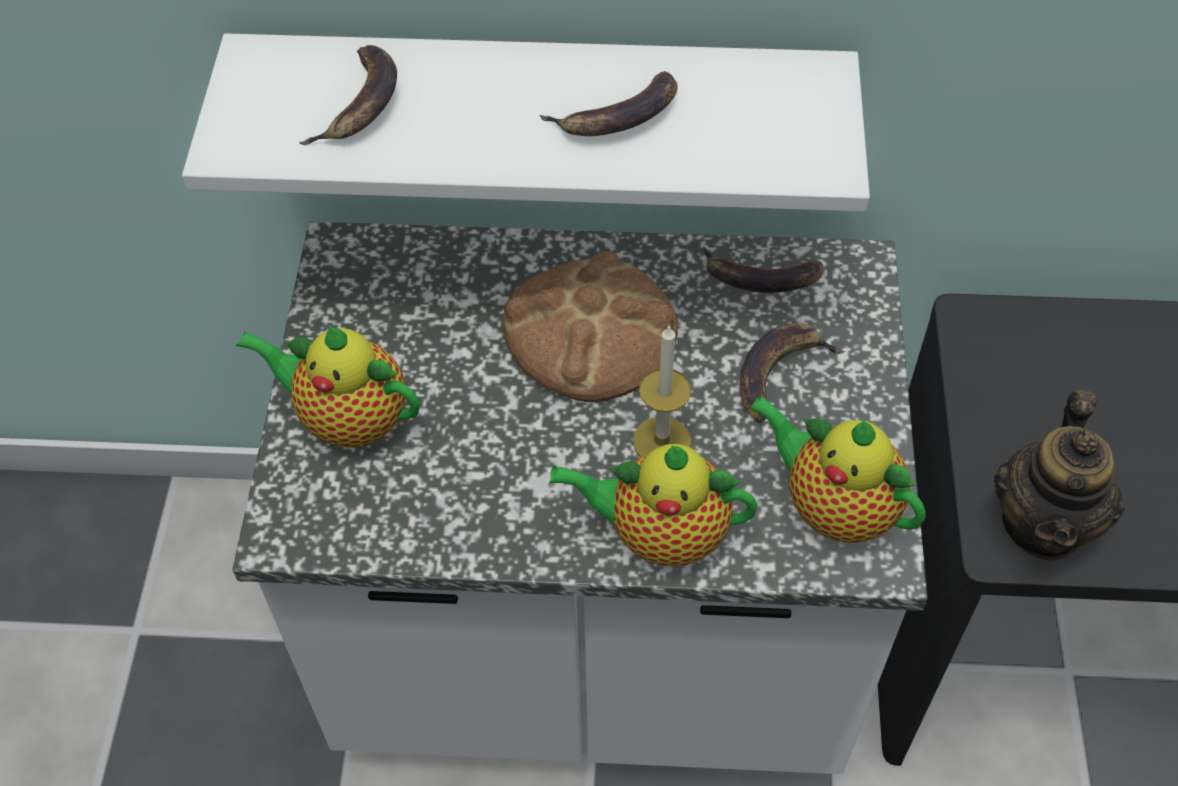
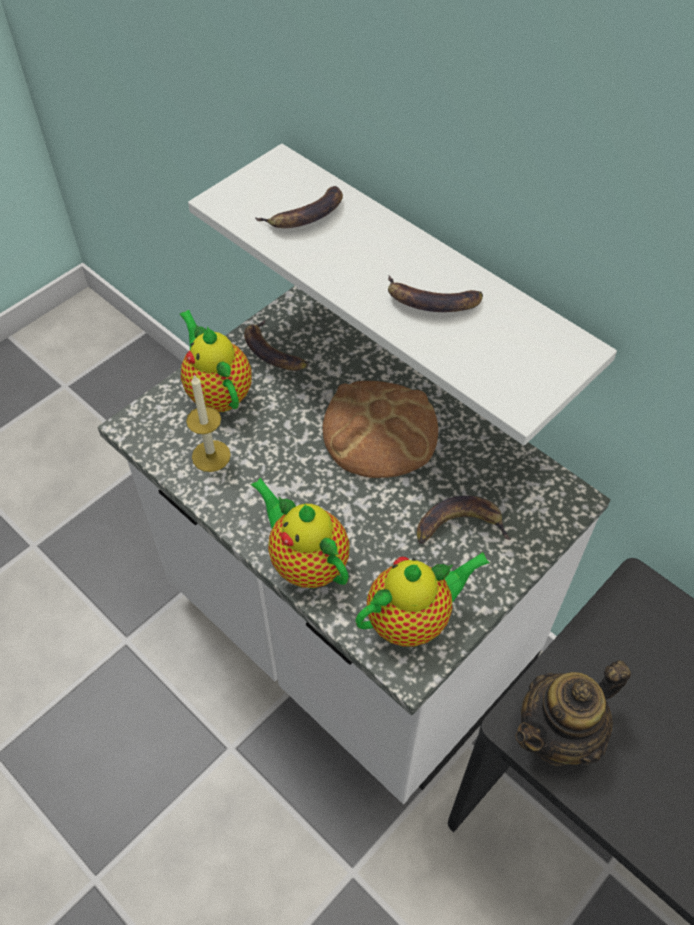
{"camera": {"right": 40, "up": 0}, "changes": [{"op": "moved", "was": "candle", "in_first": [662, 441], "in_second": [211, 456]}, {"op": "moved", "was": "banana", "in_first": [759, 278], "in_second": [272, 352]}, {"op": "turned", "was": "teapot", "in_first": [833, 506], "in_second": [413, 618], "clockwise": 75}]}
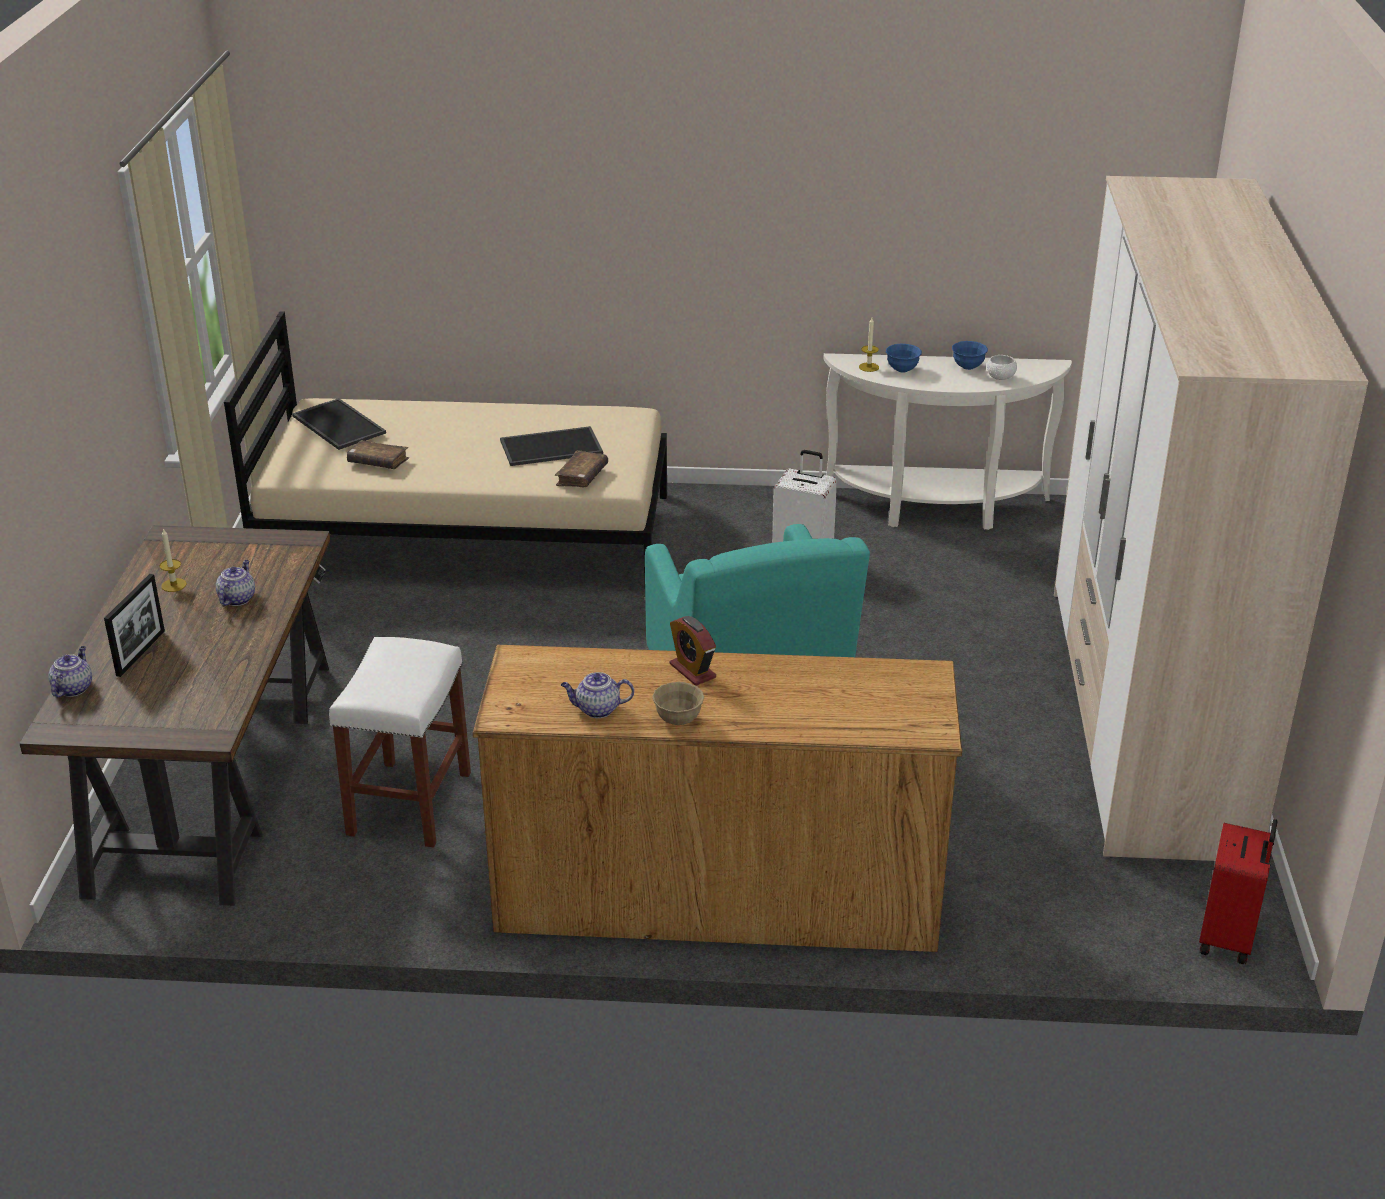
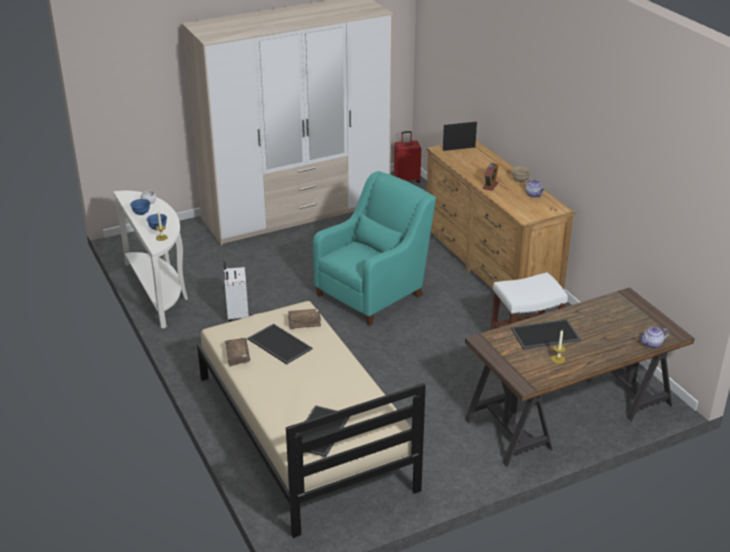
{"camera": {"right": -120, "up": 0}, "changes": [{"op": "moved", "was": "picture frame", "in_first": [140, 653], "in_second": [459, 148]}, {"op": "moved", "was": "brown book", "in_first": [378, 462], "in_second": [237, 355]}, {"op": "replaced", "was": "teapot", "now": "tray", "in_first": [237, 598], "in_second": [545, 335]}]}
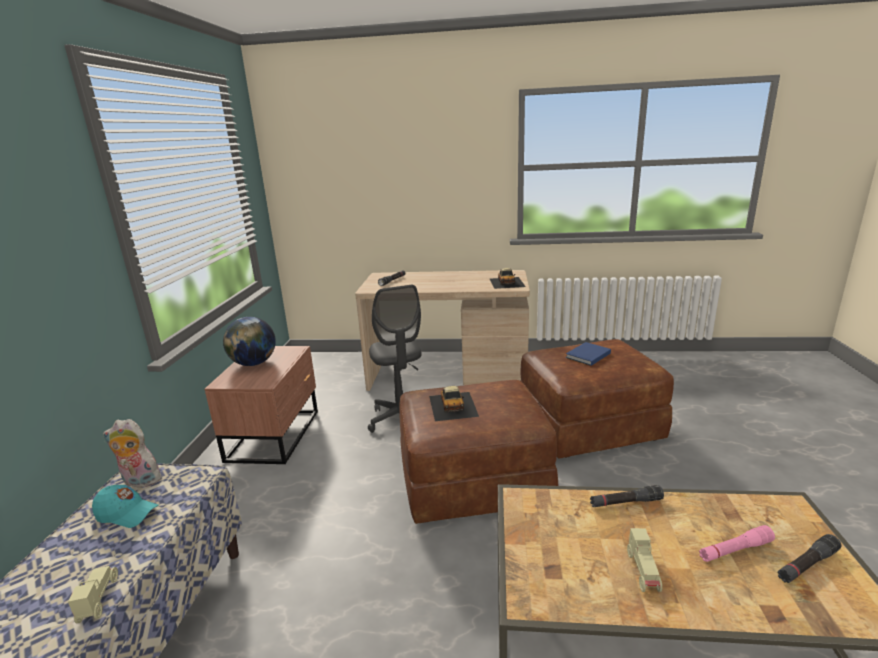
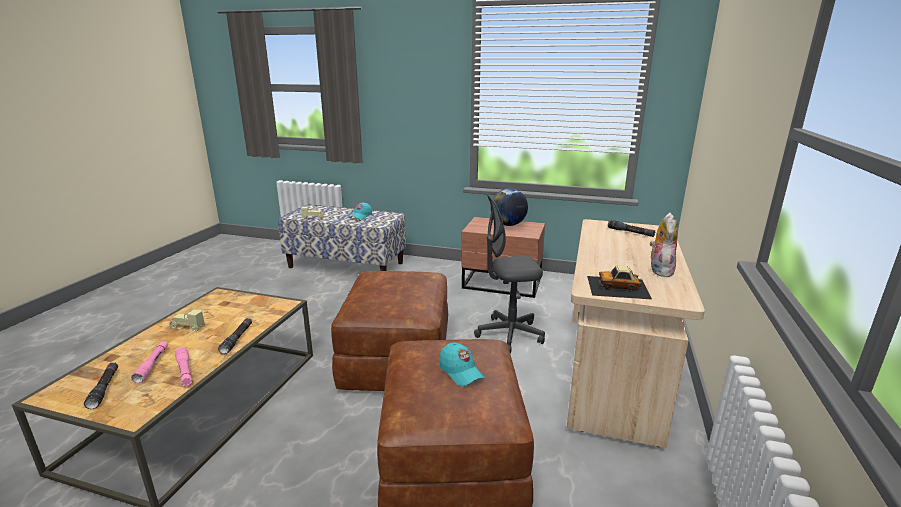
{"camera": {"right": 100, "up": 0}, "changes": [{"op": "removed", "was": "toy car", "in_first": [453, 405]}, {"op": "added", "now": "pink flashlight", "in_second": [185, 371]}, {"op": "moved", "was": "plush toy", "in_first": [139, 482], "in_second": [659, 270]}, {"op": "replaced", "was": "blue book", "now": "turquoise cap", "in_first": [587, 355], "in_second": [461, 372]}]}
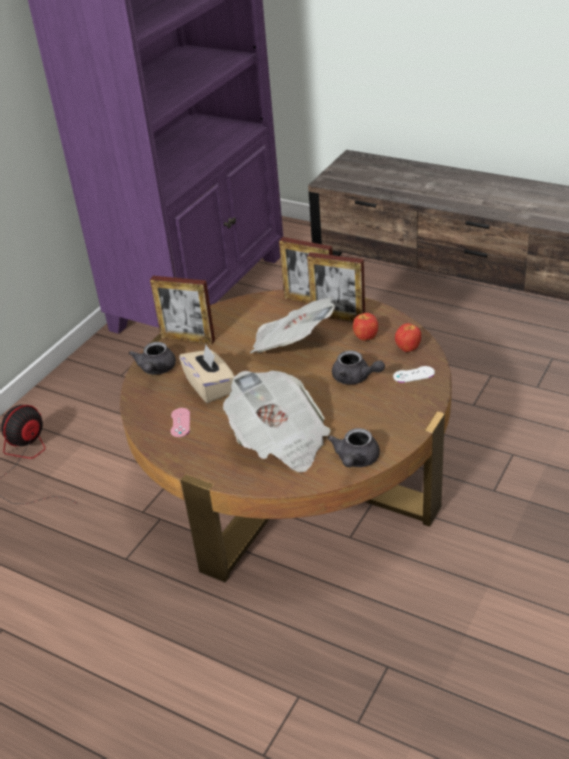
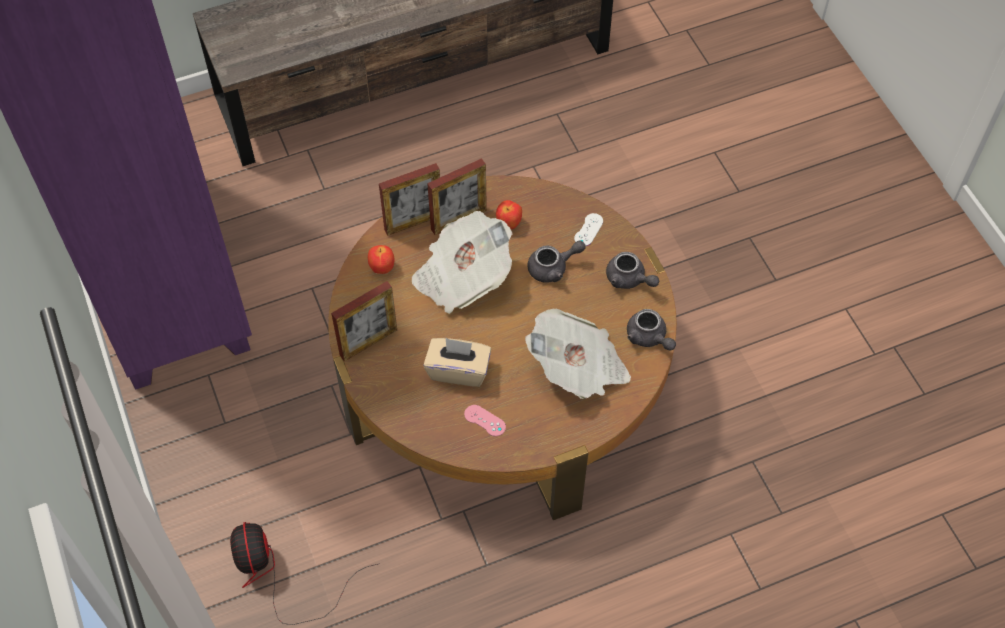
{"camera": {"right": -55, "up": 20}, "changes": [{"op": "moved", "was": "grey teapot", "in_first": [156, 370], "in_second": [629, 279]}, {"op": "moved", "was": "apple", "in_first": [407, 349], "in_second": [381, 268]}]}
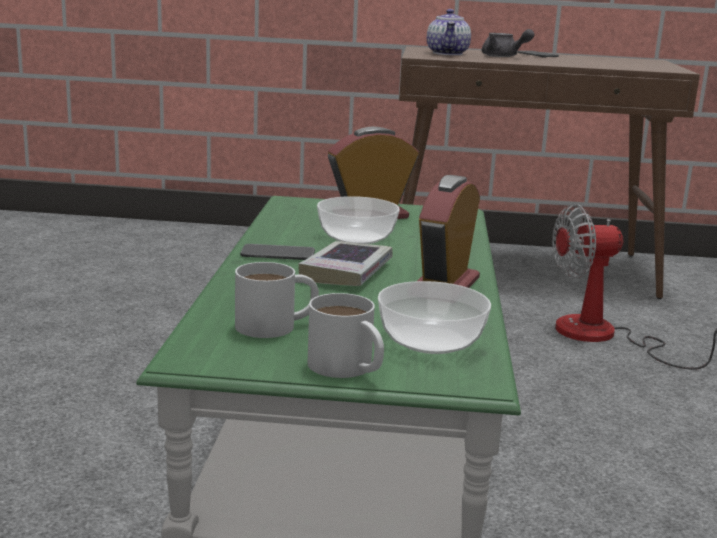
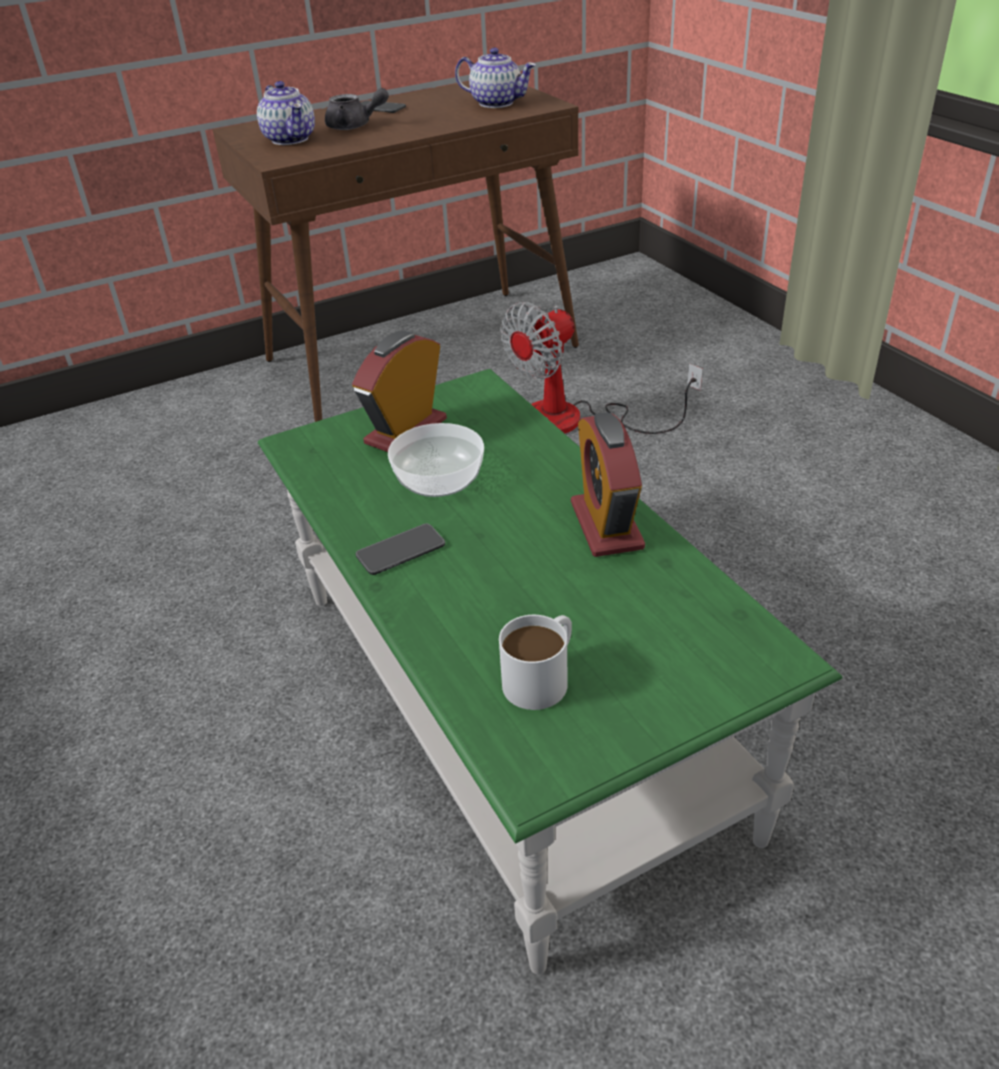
{"camera": {"right": -30, "up": 20}, "changes": [{"op": "removed", "was": "book", "in_first": [347, 272]}, {"op": "removed", "was": "white mug", "in_first": [348, 369]}, {"op": "removed", "was": "bowl", "in_first": [429, 341]}, {"op": "added", "now": "teapot", "in_second": [497, 103]}]}
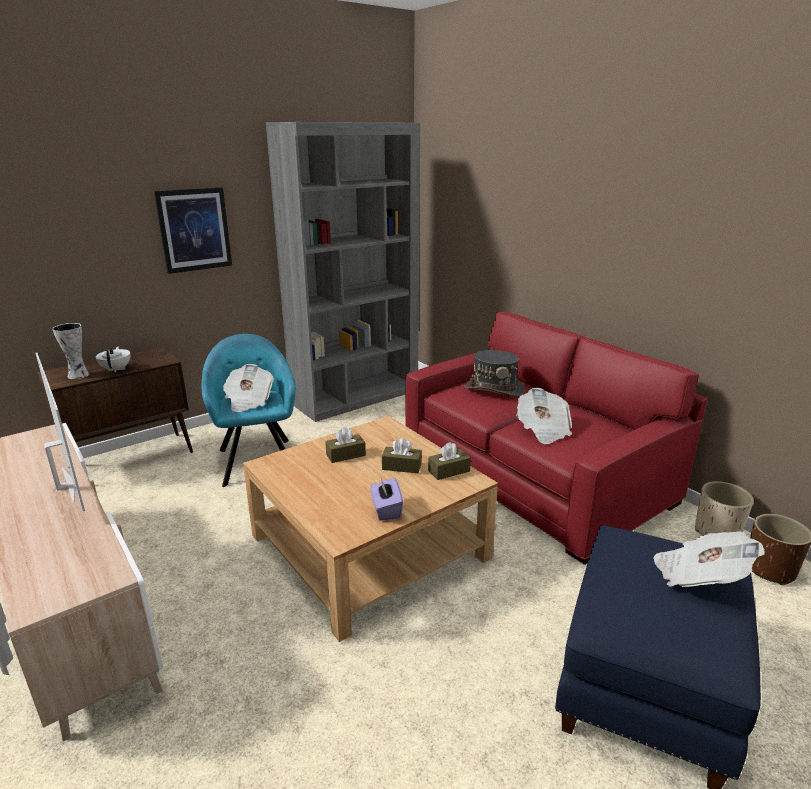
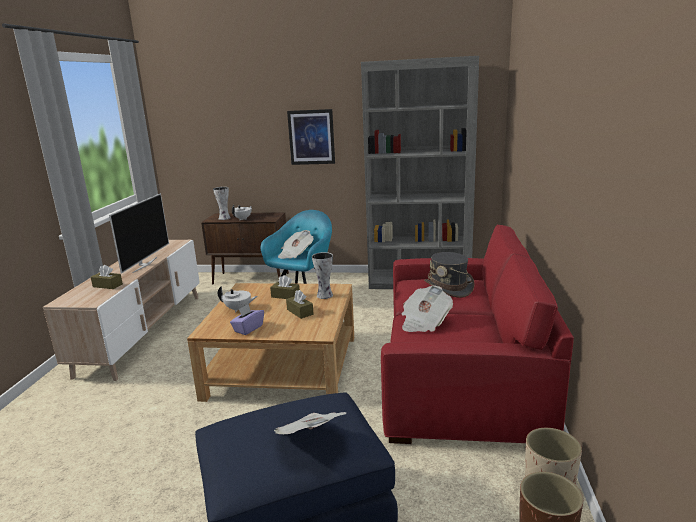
{"camera": {"right": 45, "up": -5}, "changes": [{"op": "added", "now": "white teapot", "in_second": [238, 309]}, {"op": "added", "now": "vase", "in_second": [325, 296]}, {"op": "moved", "was": "brown tissue box", "in_first": [449, 471], "in_second": [107, 285]}]}
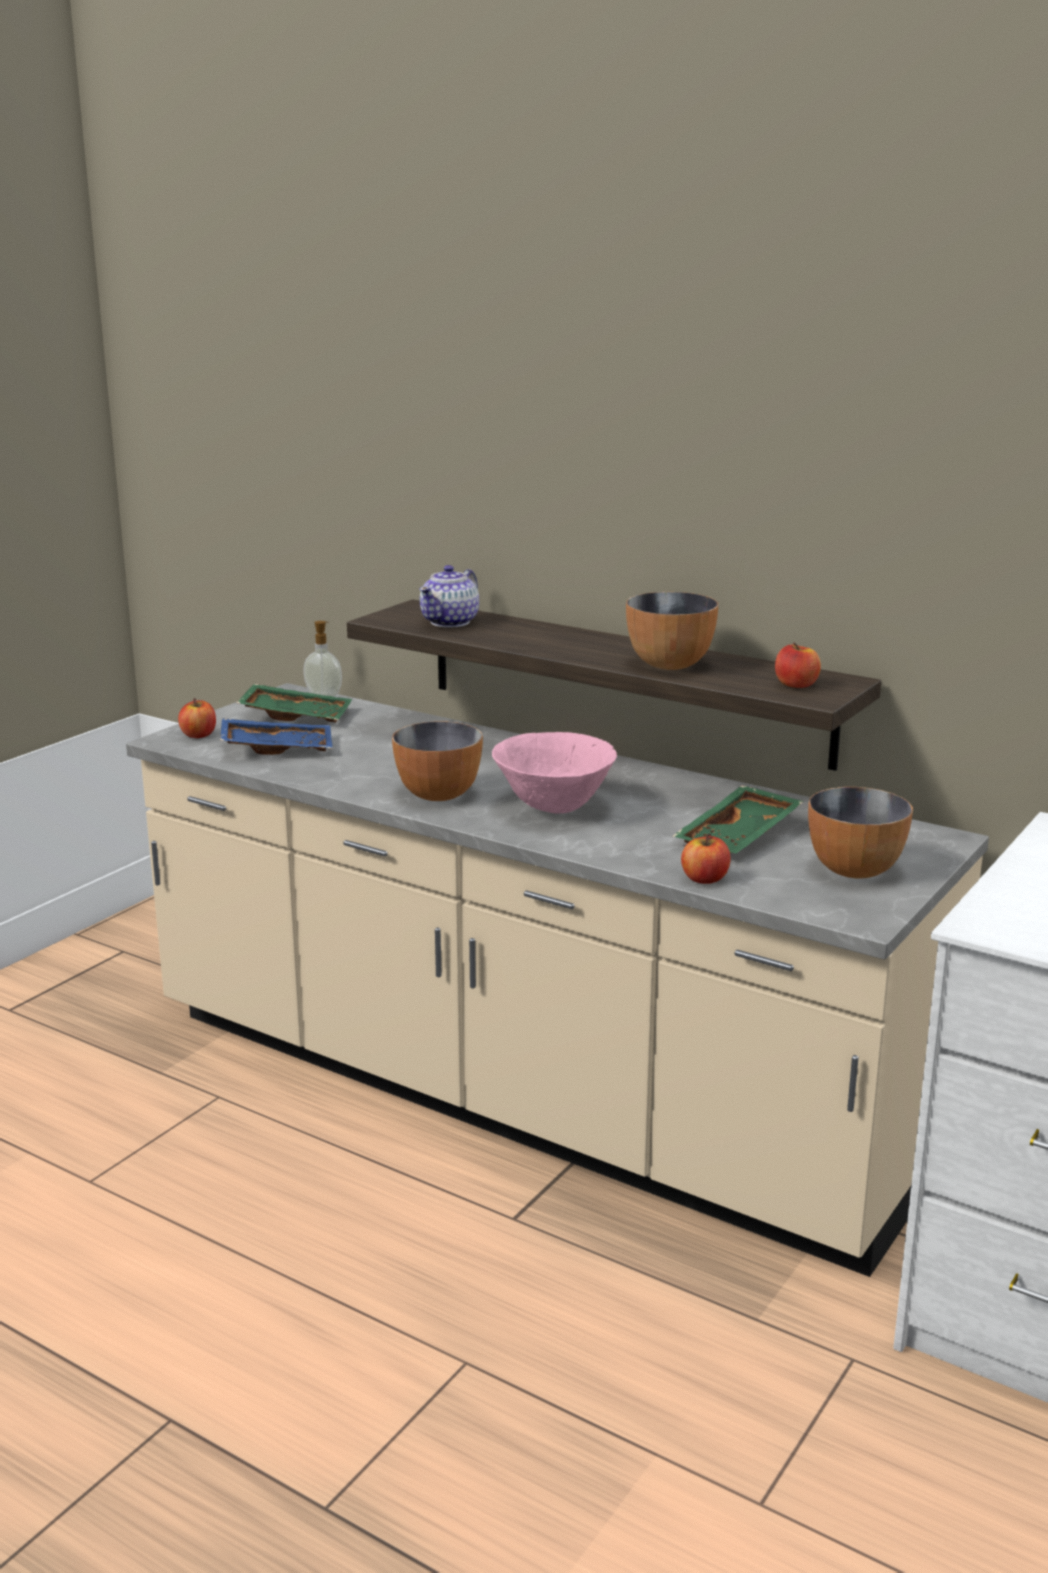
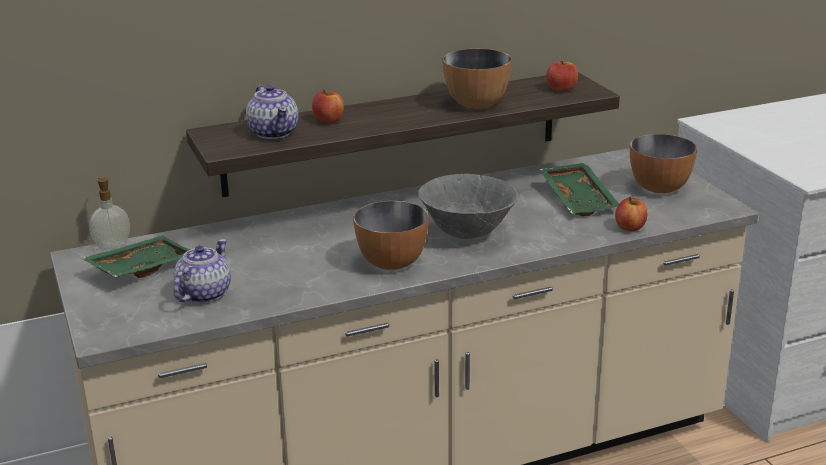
{"camera": {"right": -55, "up": 5}, "changes": [{"op": "moved", "was": "apple", "in_first": [198, 735], "in_second": [328, 120]}, {"op": "replaced", "was": "blue tray", "now": "teapot", "in_first": [277, 748], "in_second": [203, 294]}, {"op": "recoloured", "was": "pink bowl", "now": "grey bowl", "in_first": [554, 808], "in_second": [466, 234]}]}
